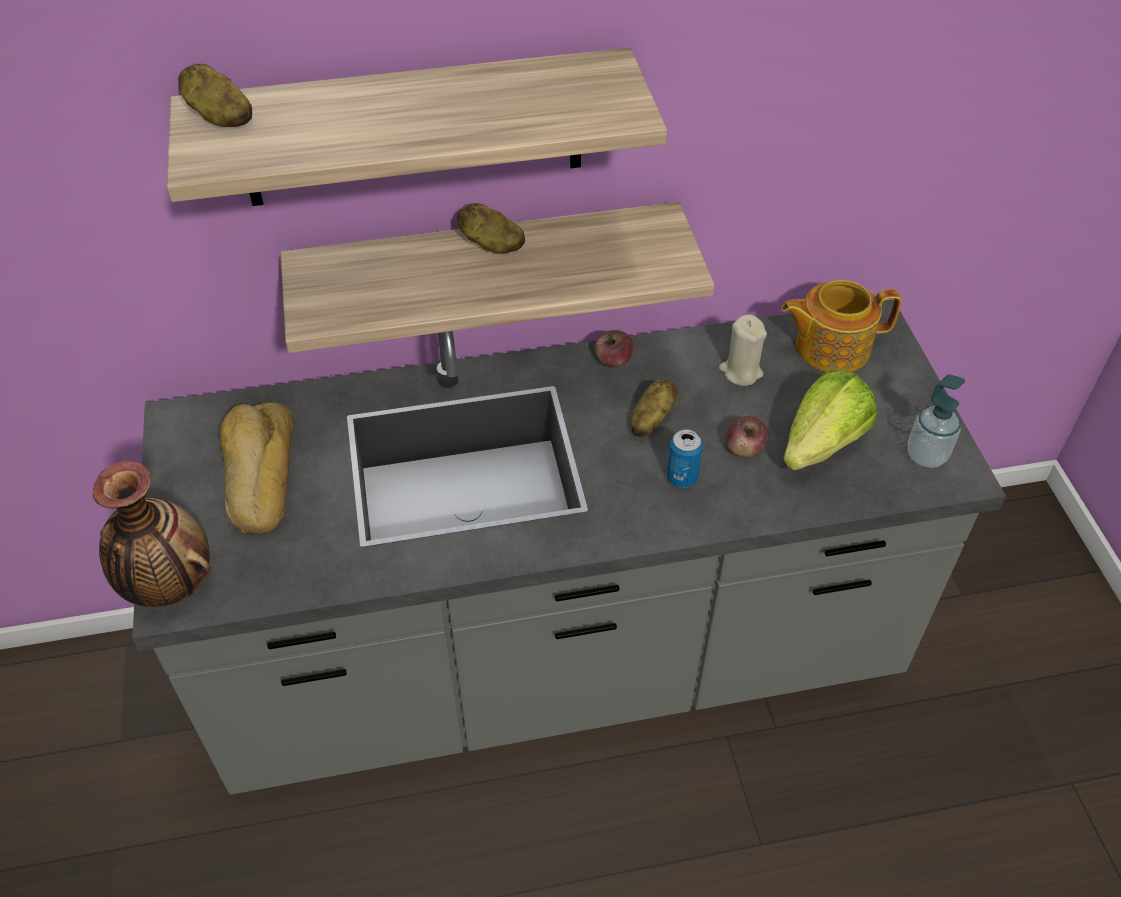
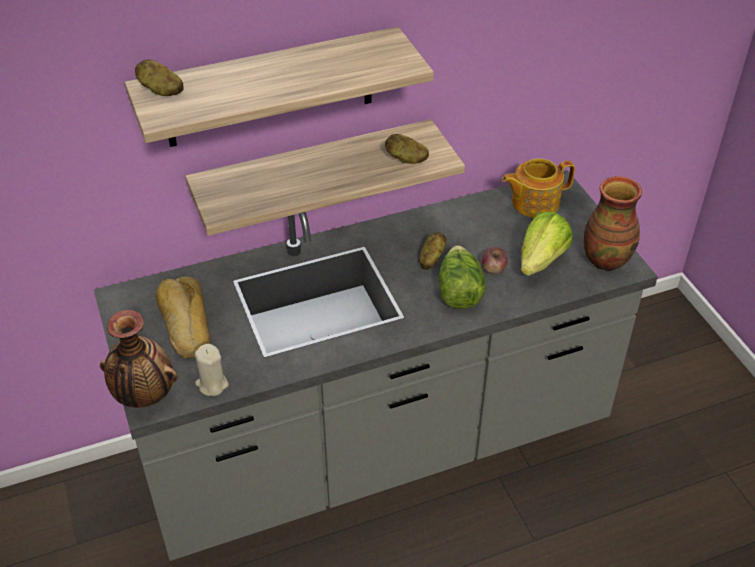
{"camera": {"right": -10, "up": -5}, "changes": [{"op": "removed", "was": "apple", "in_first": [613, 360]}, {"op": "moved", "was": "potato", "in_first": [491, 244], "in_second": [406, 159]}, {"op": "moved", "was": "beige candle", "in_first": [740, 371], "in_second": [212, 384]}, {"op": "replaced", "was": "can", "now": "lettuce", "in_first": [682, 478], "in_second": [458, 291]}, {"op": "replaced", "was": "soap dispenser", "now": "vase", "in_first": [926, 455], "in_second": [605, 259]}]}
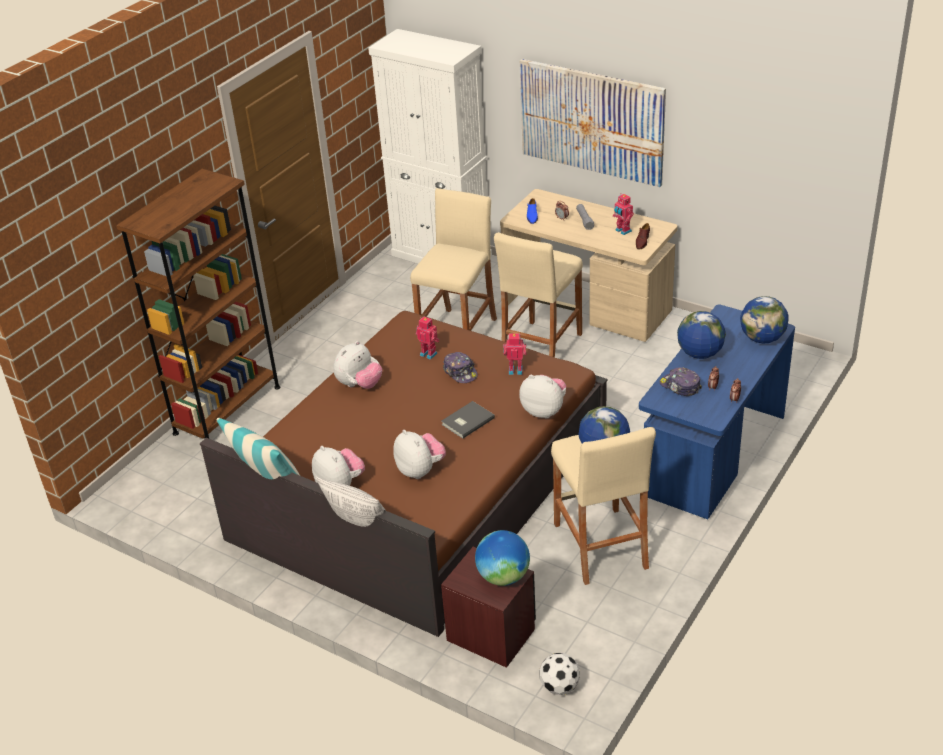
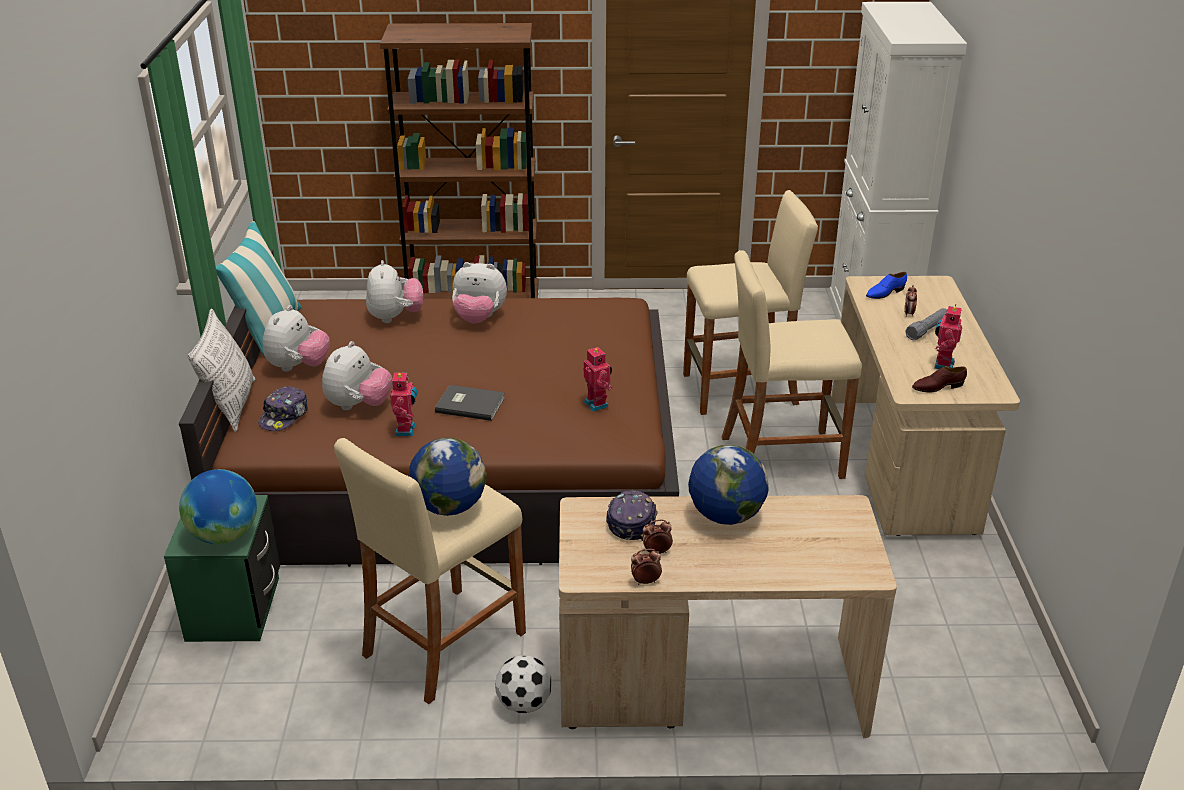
{"camera": {"right": 55, "up": -5}, "changes": [{"op": "removed", "was": "picture", "in_first": [591, 121]}, {"op": "removed", "was": "globe", "in_first": [762, 338]}, {"op": "moved", "was": "toy robot", "in_first": [429, 353], "in_second": [406, 430]}, {"op": "moved", "was": "cap", "in_first": [460, 372], "in_second": [284, 416]}, {"op": "moved", "was": "plush toy", "in_first": [544, 410], "in_second": [395, 317]}, {"op": "moved", "was": "football", "in_first": [560, 686], "in_second": [524, 704]}, {"op": "recoloured", "was": "brown nightstand", "now": "green nightstand", "in_first": [491, 634], "in_second": [234, 609]}, {"op": "recoloured", "was": "blue desk", "now": "beige desk", "in_first": [712, 455], "in_second": [710, 688]}]}
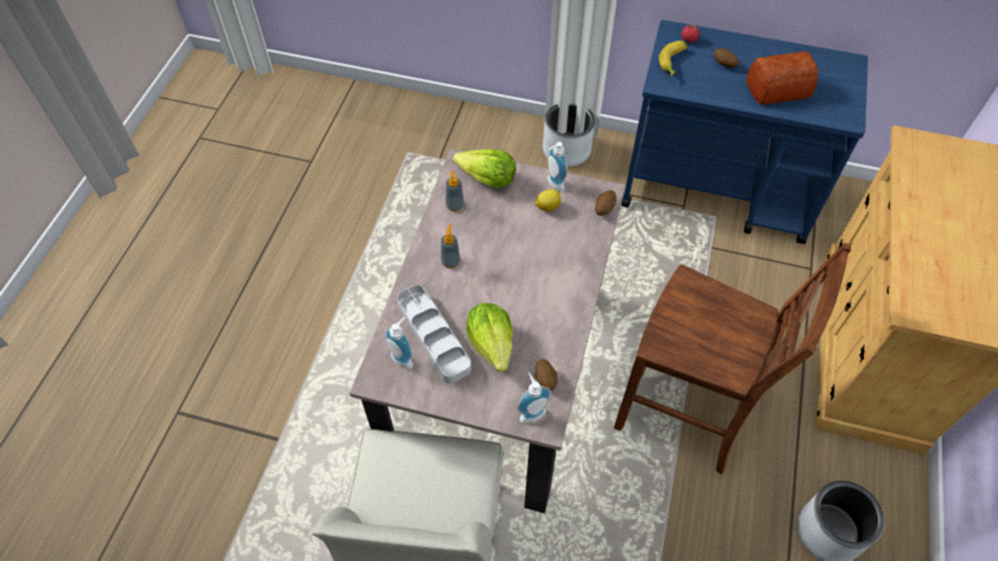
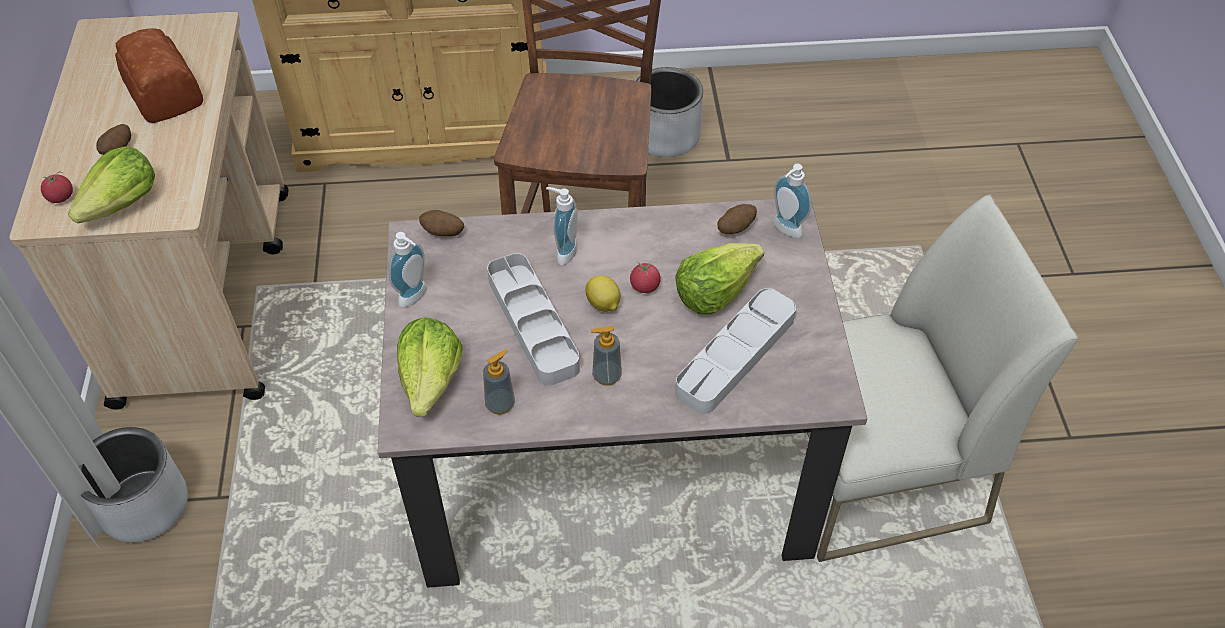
{"camera": {"right": -110, "up": -5}, "changes": [{"op": "added", "now": "grey tray", "in_second": [533, 323]}, {"op": "added", "now": "tomato", "in_second": [645, 286]}, {"op": "moved", "was": "soap dispenser", "in_first": [404, 358], "in_second": [562, 251]}, {"op": "moved", "was": "lemon", "in_first": [547, 207], "in_second": [603, 304]}, {"op": "replaced", "was": "banana", "now": "lettuce", "in_first": [674, 63], "in_second": [123, 204]}, {"op": "recoloured", "was": "blue cart", "now": "beige cart", "in_first": [718, 192], "in_second": [206, 292]}]}
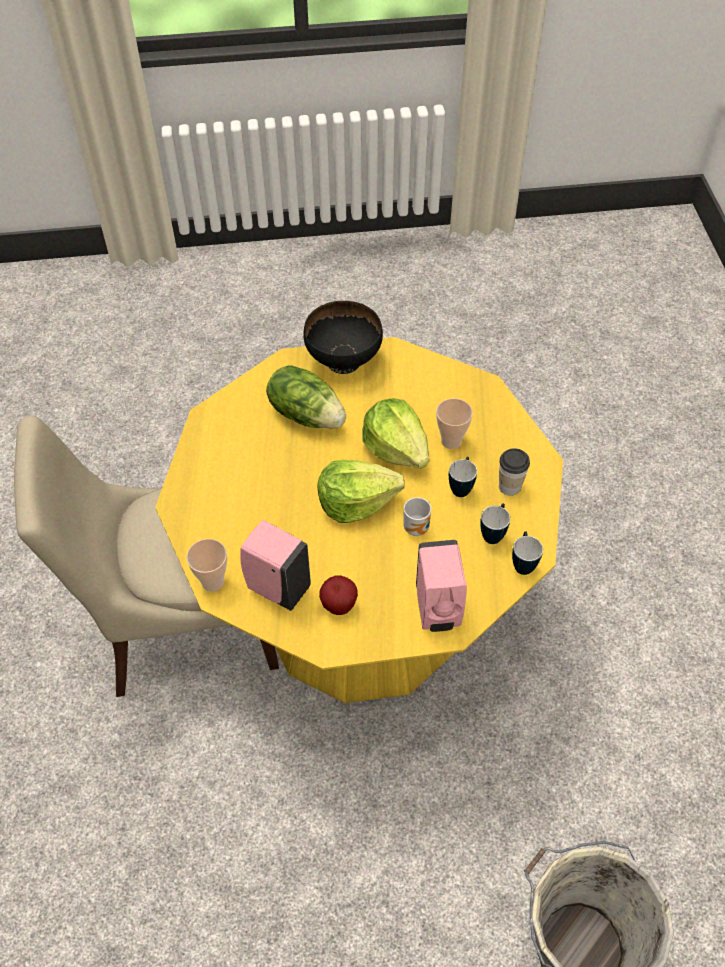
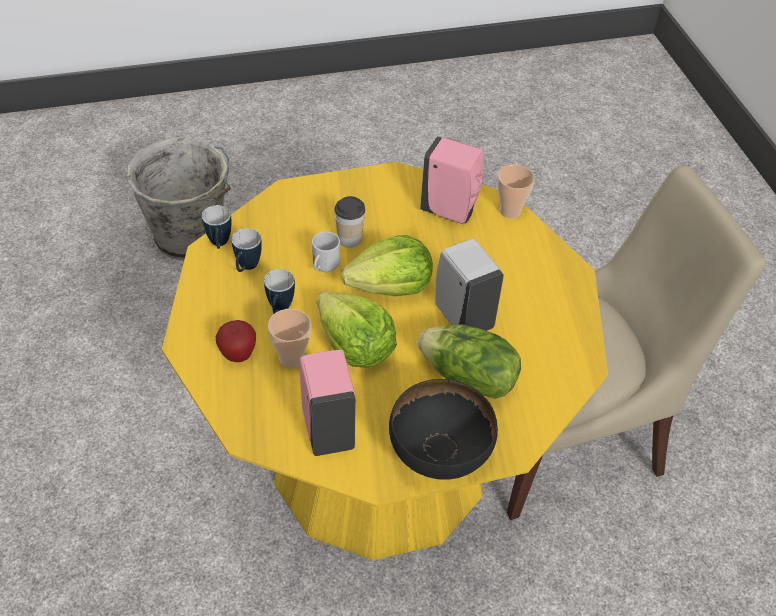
{"camera": {"right": 170, "up": -5}, "changes": [{"op": "added", "now": "white soap dispenser", "in_second": [462, 316]}, {"op": "moved", "was": "apple", "in_first": [339, 606], "in_second": [238, 355]}, {"op": "moved", "was": "pink soap dispenser", "in_first": [438, 611], "in_second": [327, 428]}, {"op": "moved", "was": "cup", "in_first": [509, 486], "in_second": [349, 239]}]}
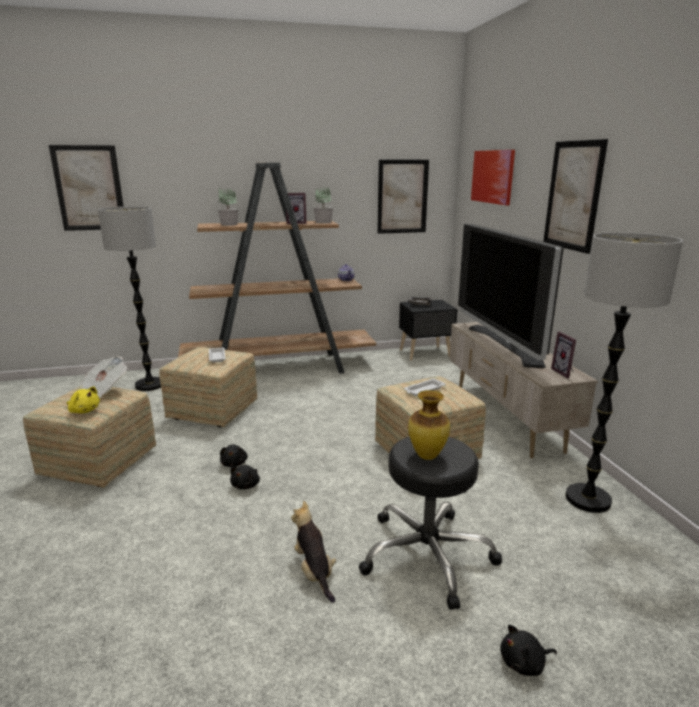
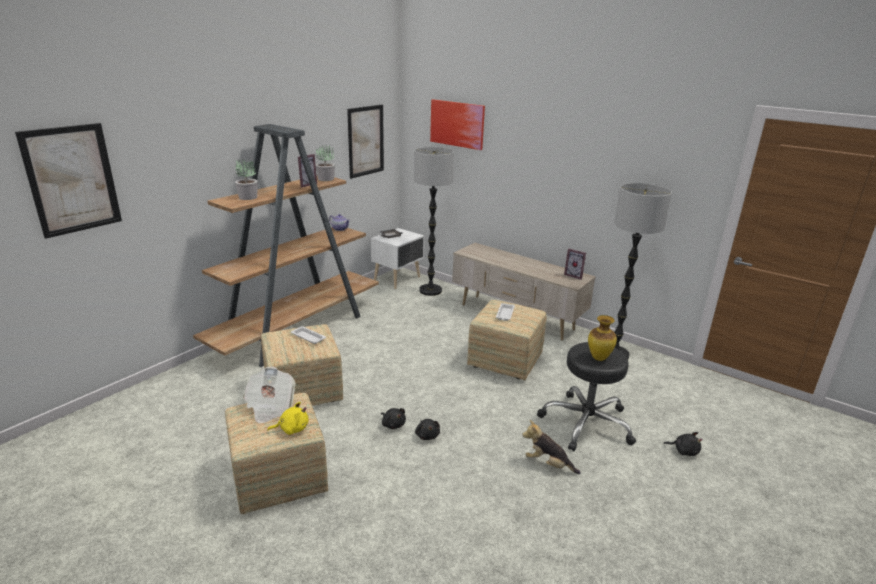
{"camera": {"right": -40, "up": 5}, "changes": [{"op": "removed", "was": "television", "in_first": [504, 345]}, {"op": "removed", "was": "picture", "in_first": [573, 196]}, {"op": "moved", "was": "floor lamp", "in_first": [150, 385], "in_second": [430, 290]}, {"op": "recoloured", "was": "black nightstand", "now": "white nightstand", "in_first": [426, 353], "in_second": [398, 279]}, {"op": "turned", "was": "black plush toy", "in_first": [524, 663], "in_second": [684, 451], "clockwise": -105}]}
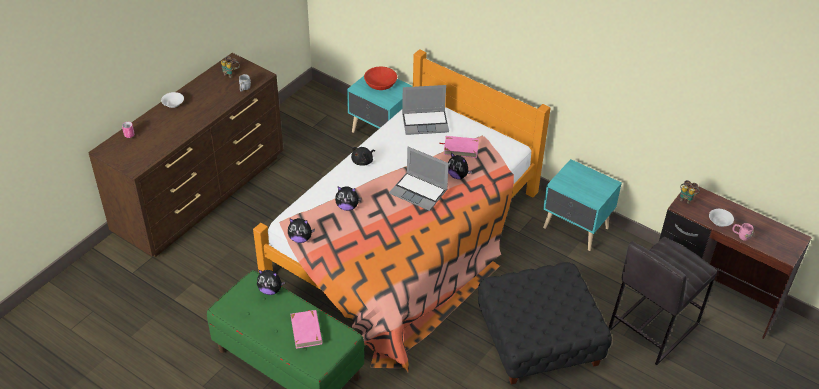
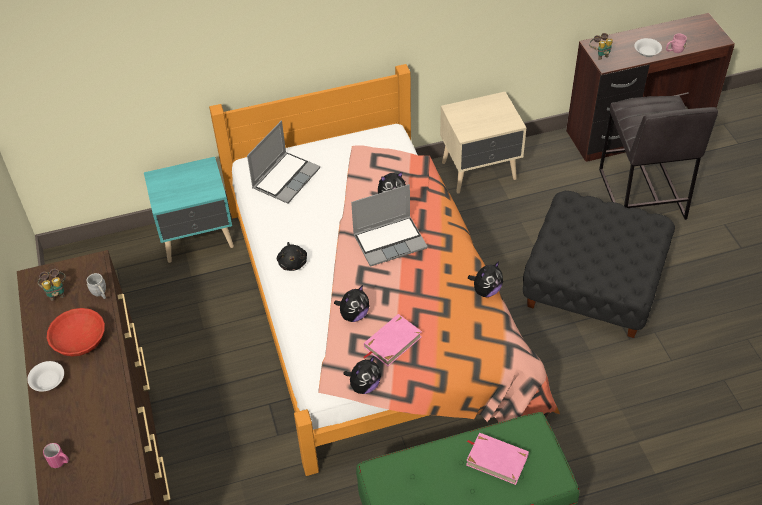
{"camera": {"right": -50, "up": 5}, "changes": [{"op": "moved", "was": "plush toy", "in_first": [270, 290], "in_second": [486, 290]}, {"op": "moved", "was": "red bowl", "in_first": [380, 83], "in_second": [79, 340]}, {"op": "moved", "was": "pink book", "in_first": [460, 148], "in_second": [392, 342]}, {"op": "recoloured", "was": "turquoise nightstand", "now": "beige nightstand", "in_first": [576, 229], "in_second": [480, 172]}]}
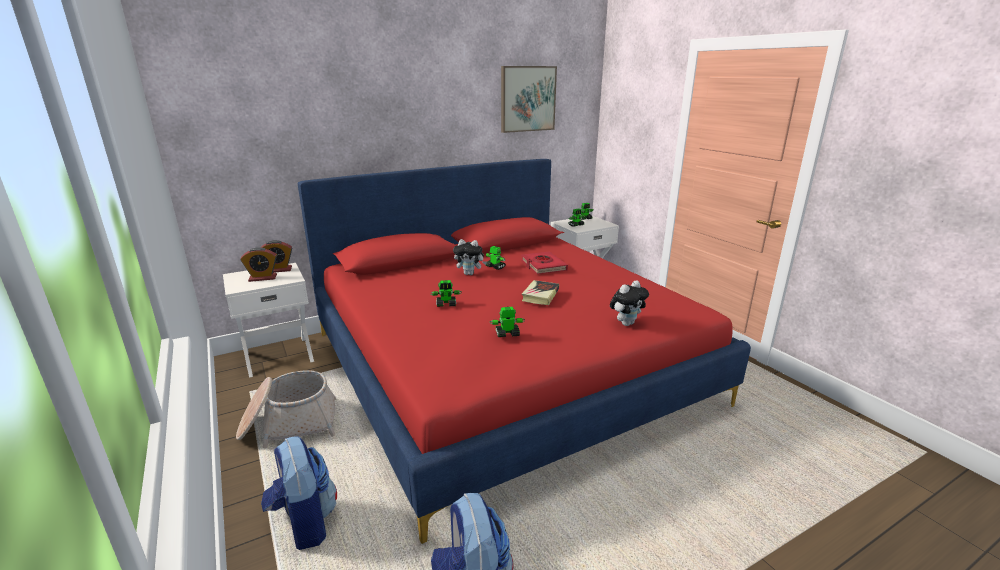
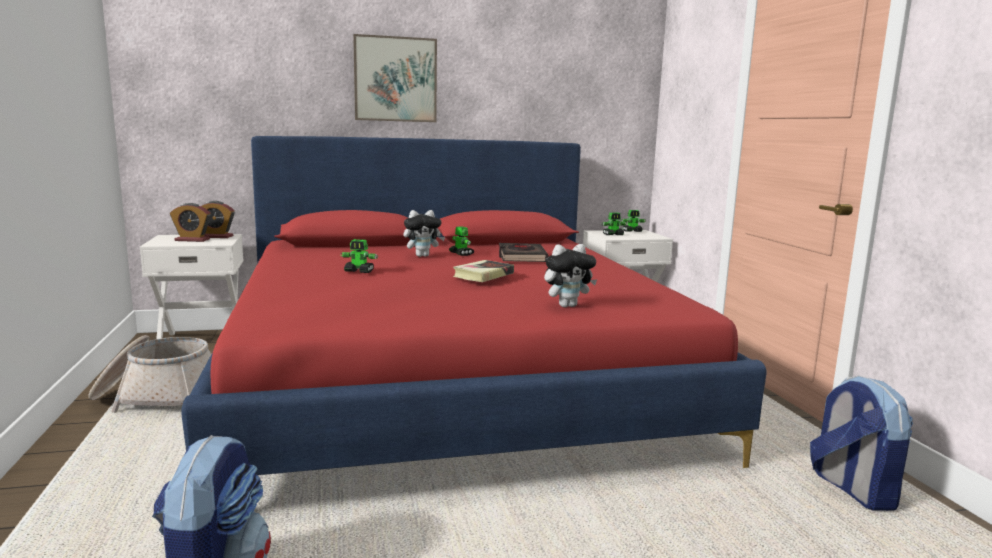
{"camera": {"right": 15, "up": -10}, "changes": [{"op": "removed", "was": "toy robot", "in_first": [507, 334]}, {"op": "moved", "was": "backpack", "in_first": [304, 523], "in_second": [852, 489]}, {"op": "moved", "was": "picture", "in_first": [527, 99], "in_second": [395, 79]}, {"op": "recoloured", "was": "red book", "now": "black book", "in_first": [543, 266], "in_second": [521, 257]}, {"op": "turned", "was": "plush toy", "in_first": [470, 274], "in_second": [423, 256], "clockwise": -45}]}
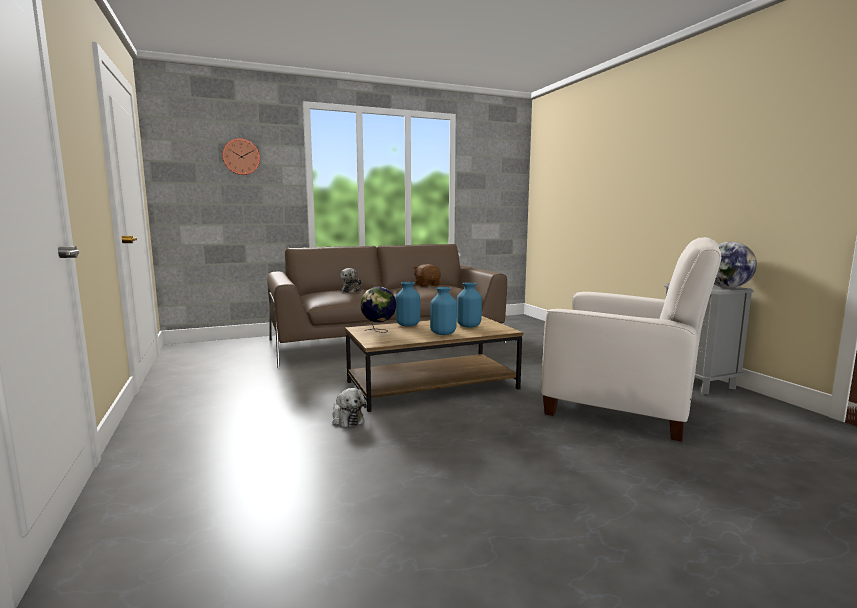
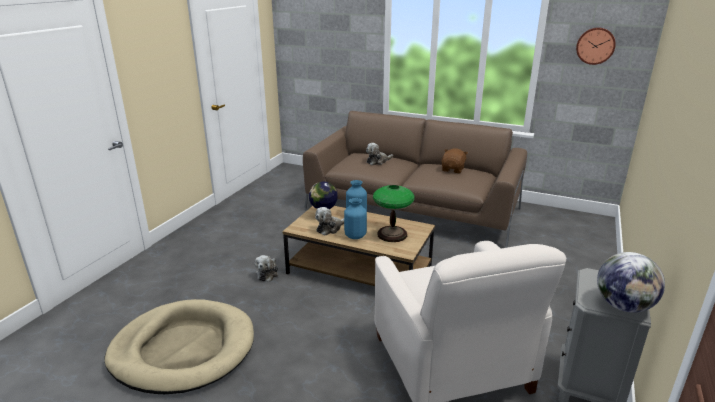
{"camera": {"right": 45, "up": 15}, "changes": [{"op": "added", "now": "beige dog bed", "in_second": [183, 349]}, {"op": "added", "now": "plush toy", "in_second": [330, 228]}, {"op": "moved", "was": "wall clock", "in_first": [241, 157], "in_second": [595, 45]}, {"op": "replaced", "was": "blue vase", "now": "table lamp", "in_first": [469, 326], "in_second": [392, 234]}]}
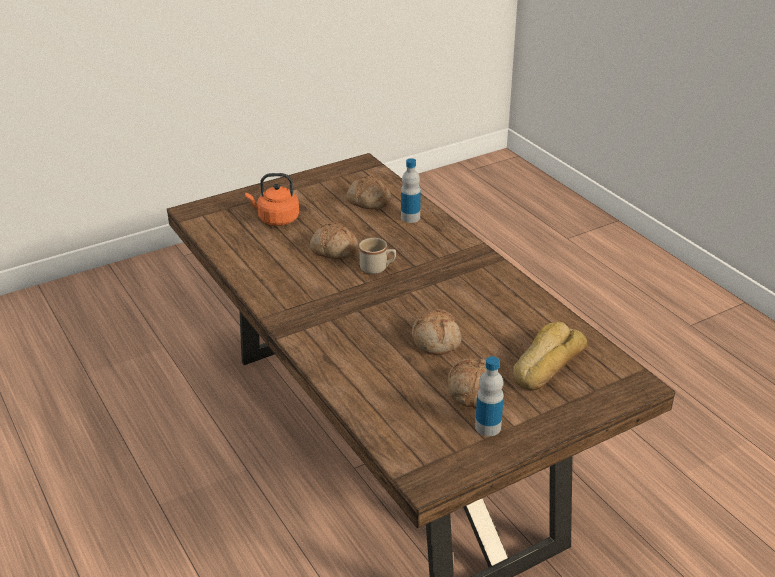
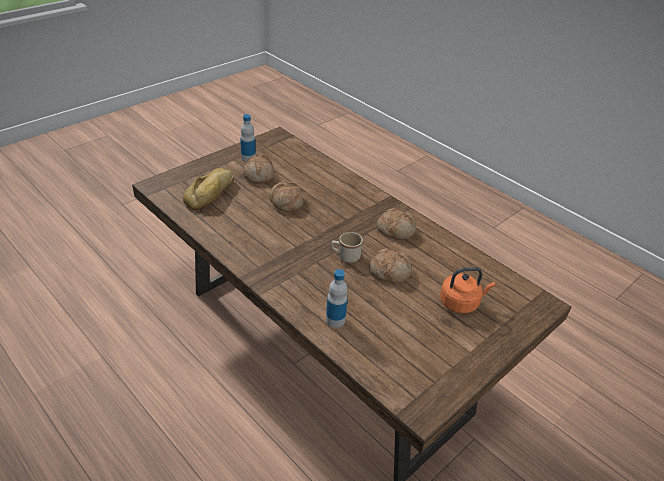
{"camera": {"right": 165, "up": 5}, "changes": [{"op": "moved", "was": "bread", "in_first": [368, 201], "in_second": [396, 230]}]}
